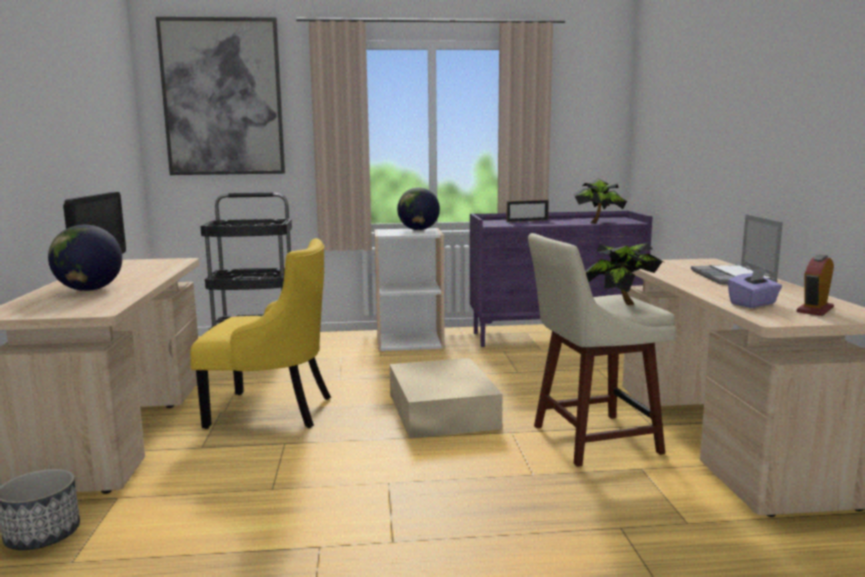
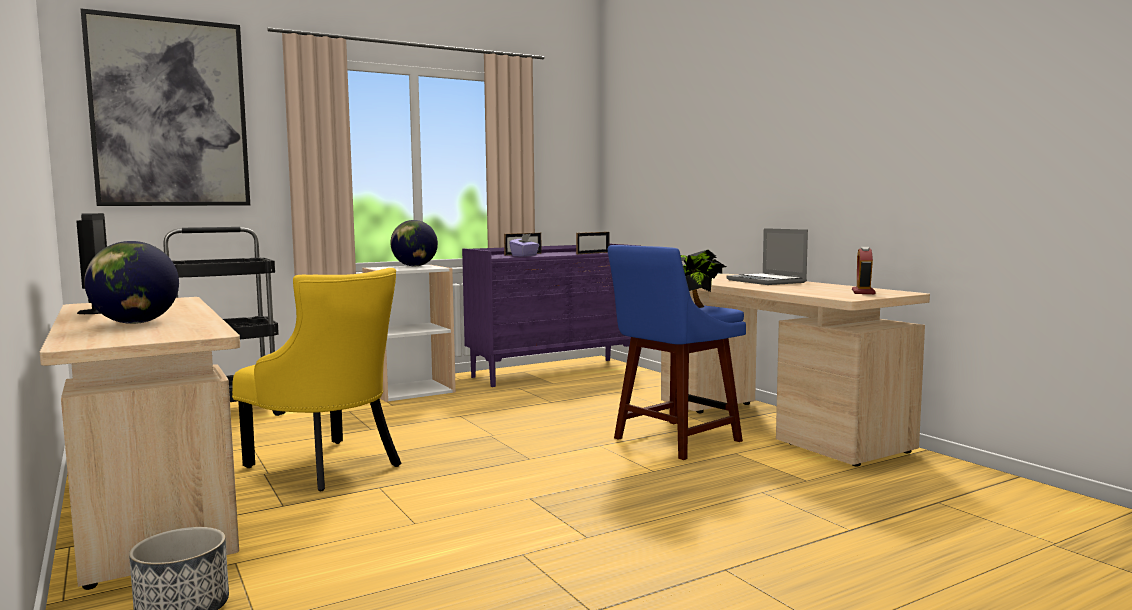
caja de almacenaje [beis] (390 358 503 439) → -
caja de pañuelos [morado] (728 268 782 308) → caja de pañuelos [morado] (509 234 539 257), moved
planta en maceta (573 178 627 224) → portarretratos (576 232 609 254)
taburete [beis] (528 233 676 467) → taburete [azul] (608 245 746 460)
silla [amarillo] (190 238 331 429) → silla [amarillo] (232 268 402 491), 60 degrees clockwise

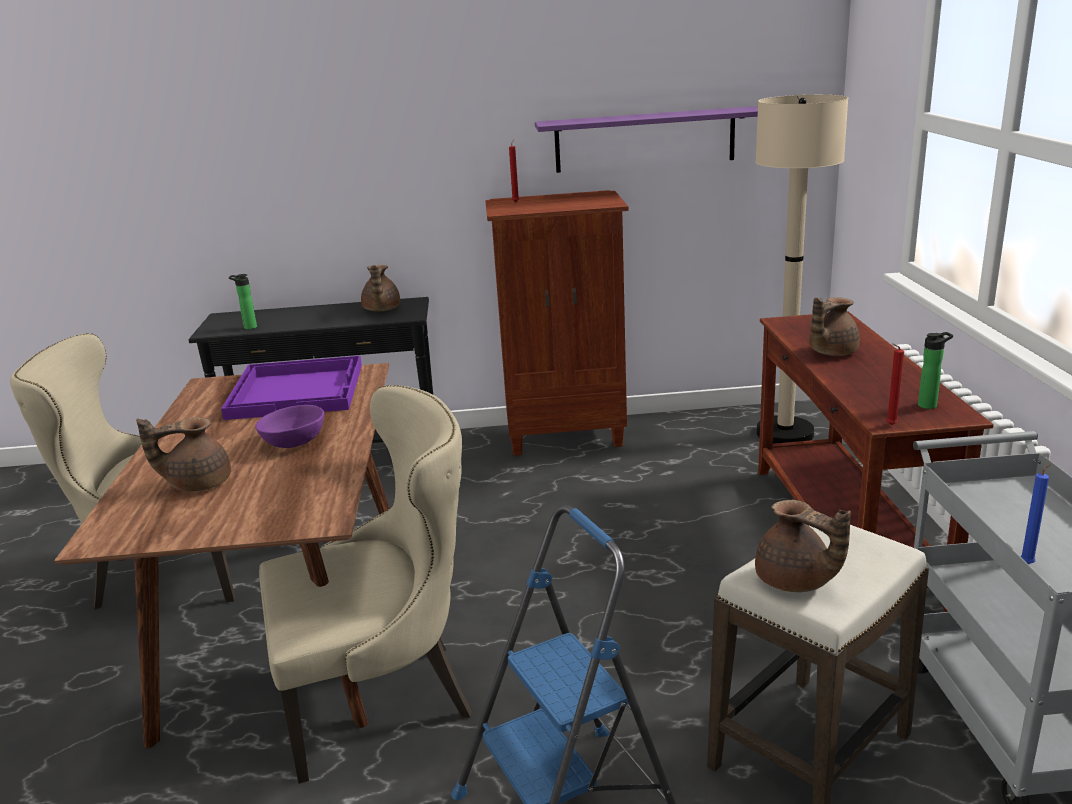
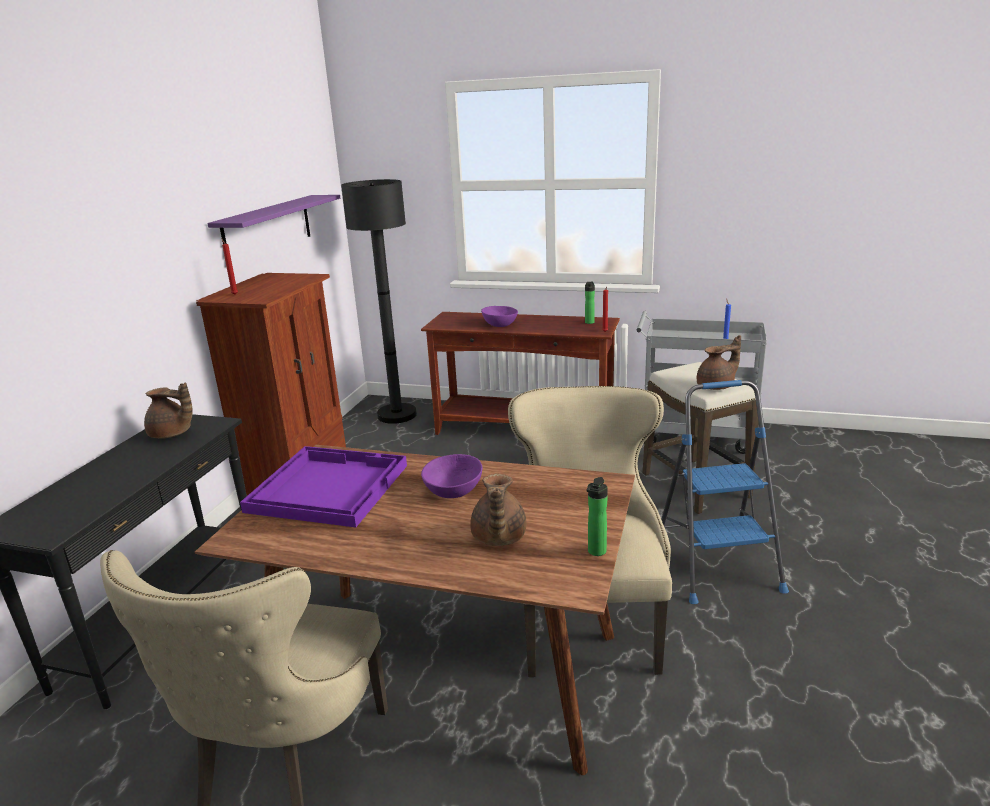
botella (229 274 257 329) → botella (587 477 608 556), moved
tetera [marrón] (809 297 860 356) → cuenco [morado] (481 306 518 327)
lámpara de pie [beis] (756 95 848 444) → lámpara de pie [negro] (341 179 417 424)

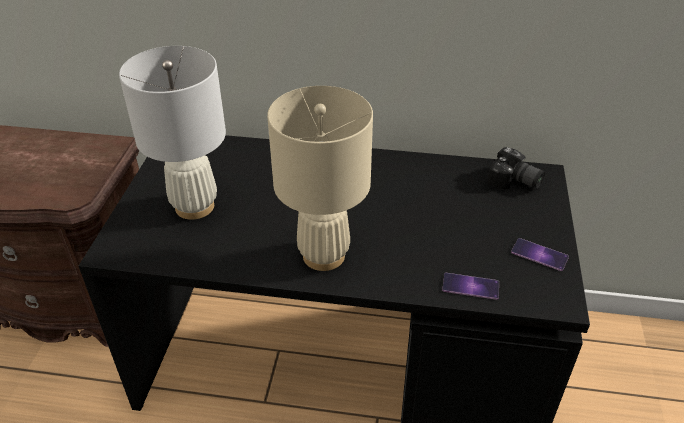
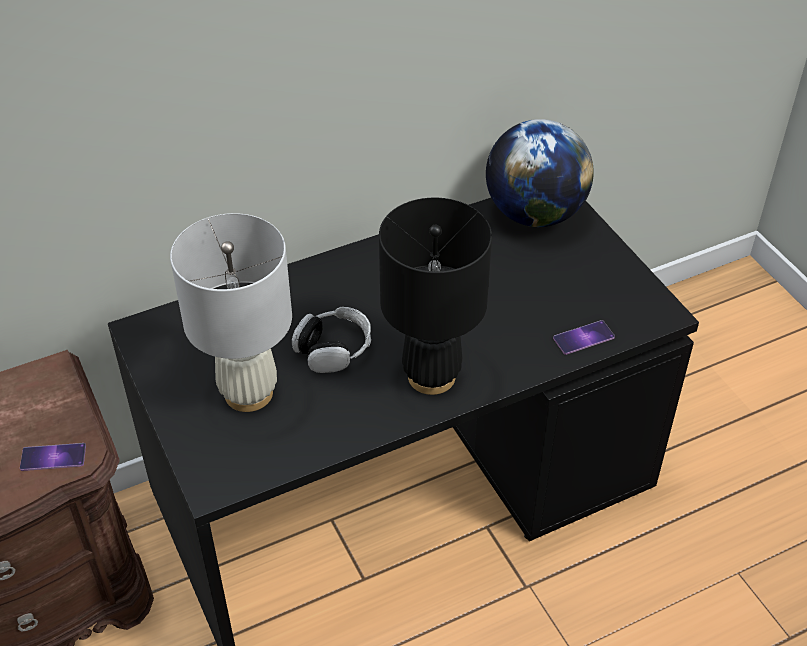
- → auriculares (292 307 371 373)
móvil (511 238 569 271) → móvil (20 443 86 471), moved
cámara (487 147 545 190) → globo terráqueo (486 119 594 227)
lámpara de mesa [beis] (267 86 373 271) → lámpara de mesa [negro] (379 198 492 395)

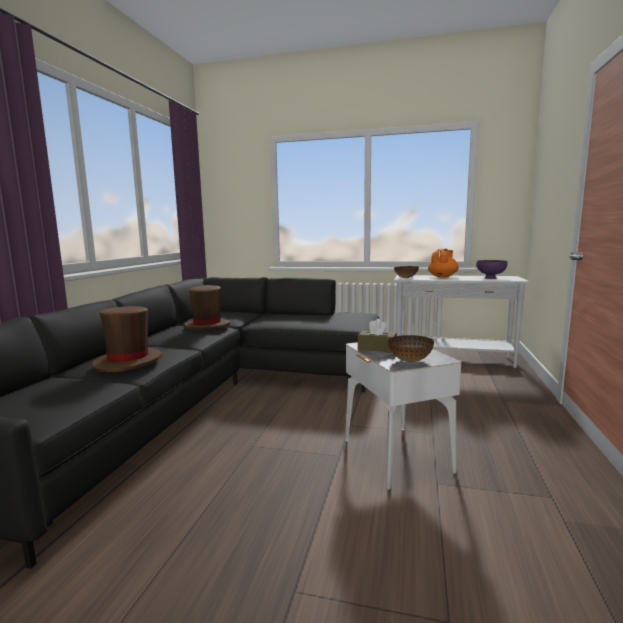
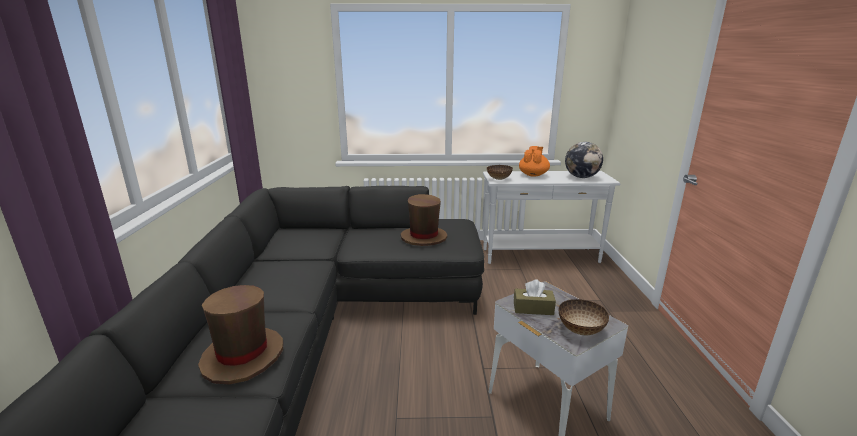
sombrero [marrón] (184 285 230 330) → sombrero [marrón] (401 194 447 246), moved
cuenco [morado] (476 260 507 279) → globo terráqueo (565 142 603 178)

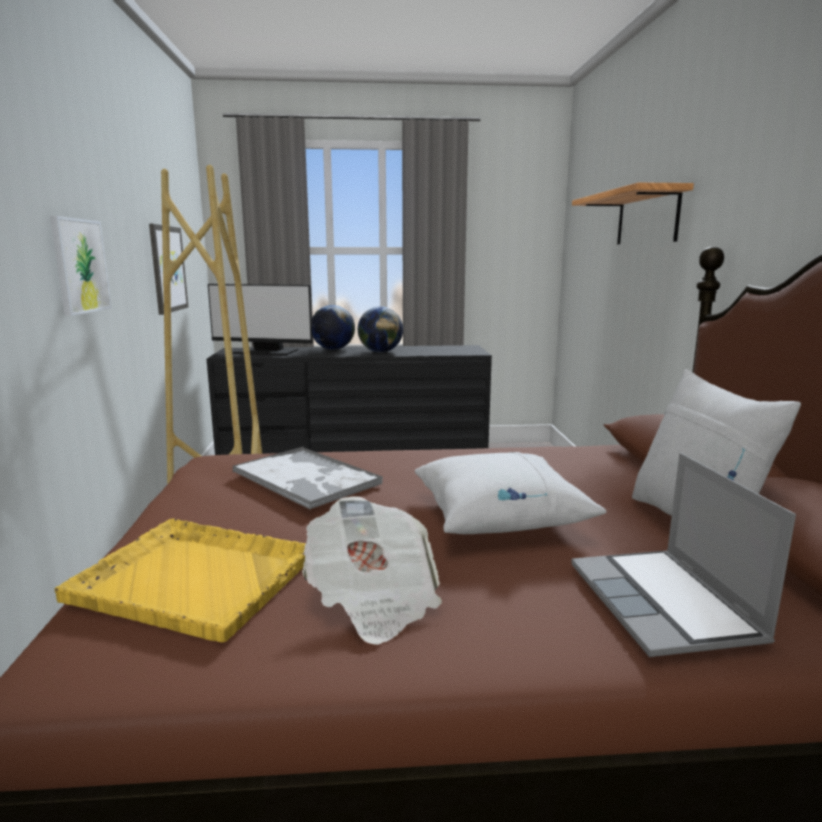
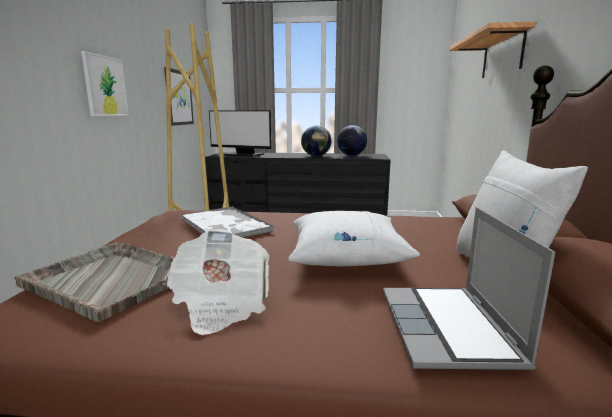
globo terráqueo (312 305 355 350) → globo terráqueo (337 125 367 156), moved
bandeja [amarillo] (54 519 306 642) → bandeja [gris] (15 242 175 322)

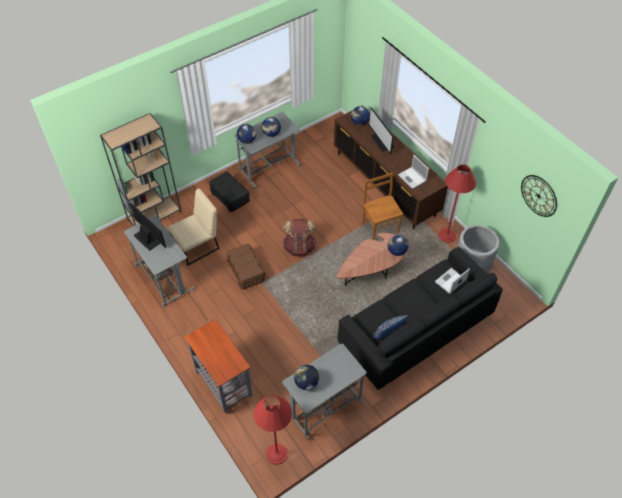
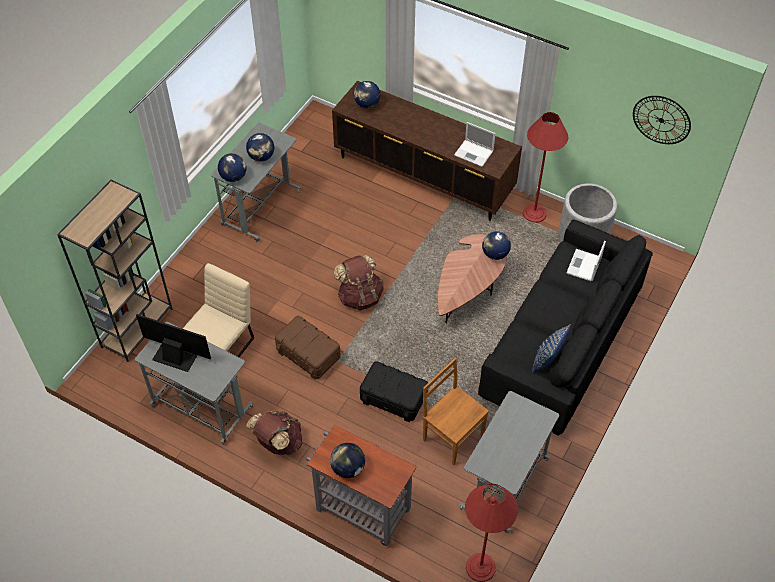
monitor (369 107 394 154) → -
- → mochila [marrón] (246 411 302 455)
caja de almacenaje [negro] (209 171 250 213) → caja de almacenaje [negro] (360 361 428 422), moved
globo terráqueo (294 365 319 390) → globo terráqueo (330 443 365 478), moved
silla [marrón] (362 173 403 240) → silla [marrón] (423 358 489 465), moved

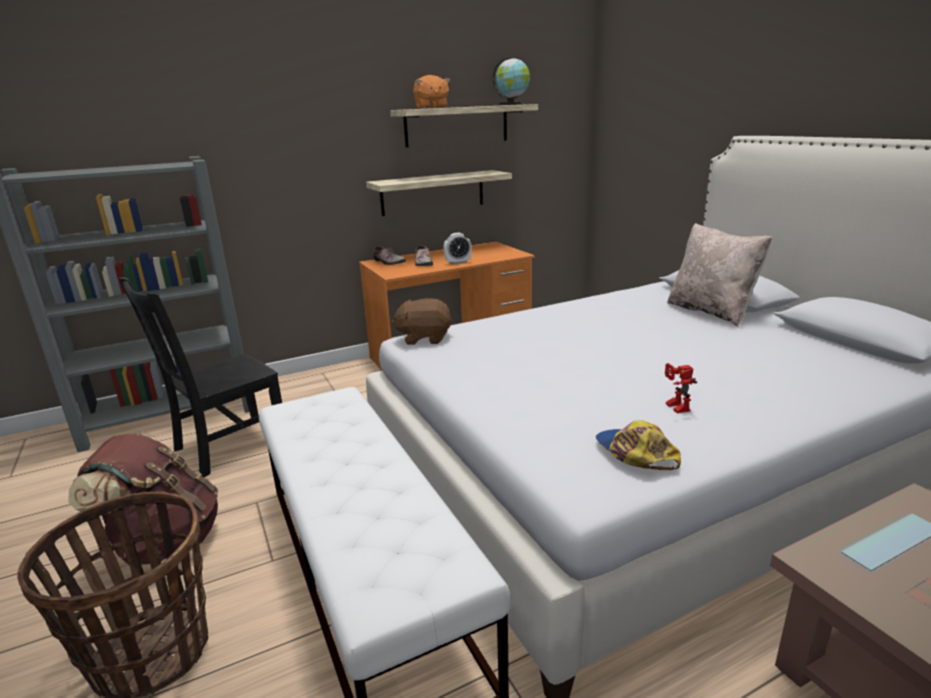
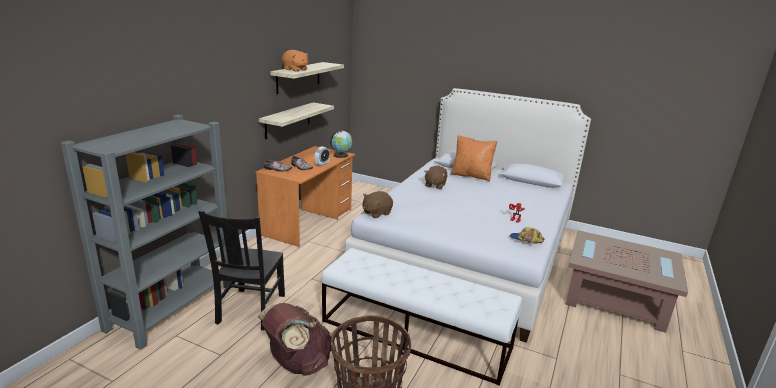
- → peluche [marrón] (424 166 448 189)
globo terráqueo (493 57 530 105) → globo terráqueo (330 130 352 158), moved
cojín [beis] (667 223 772 326) → cojín [naranja] (450 135 498 182)

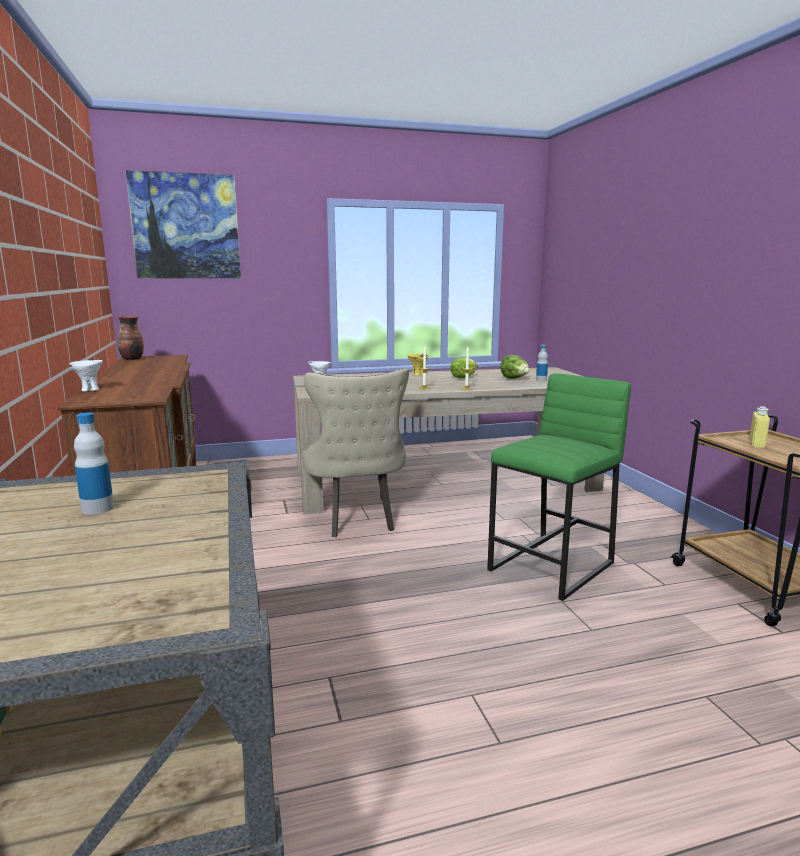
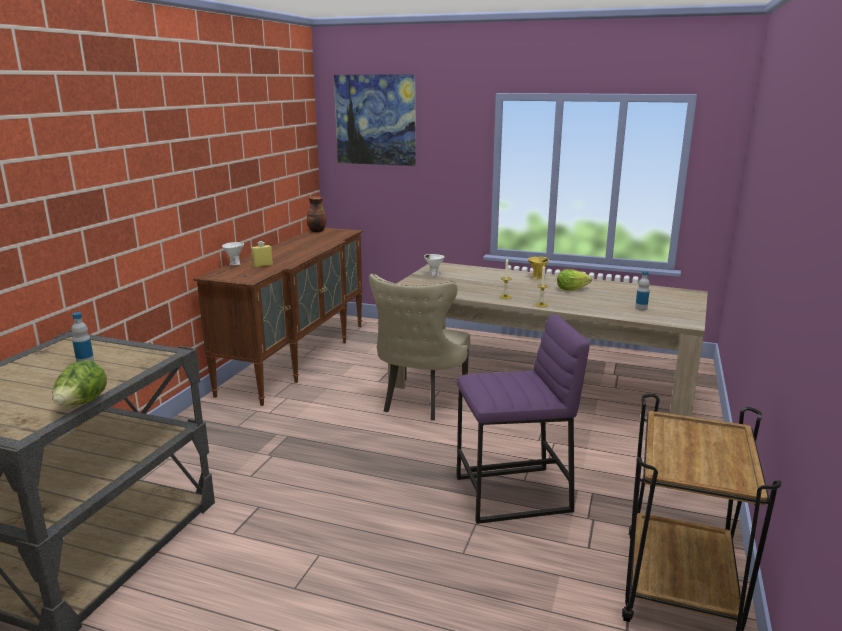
lechuga (500 355 530 379) → lechuga (52 360 107 405), moved
botella [amarillo] (749 406 770 448) → botella [amarillo] (251 241 273 268), moved
taburete [verde] (487 373 631 601) → taburete [morado] (457 314 590 524)

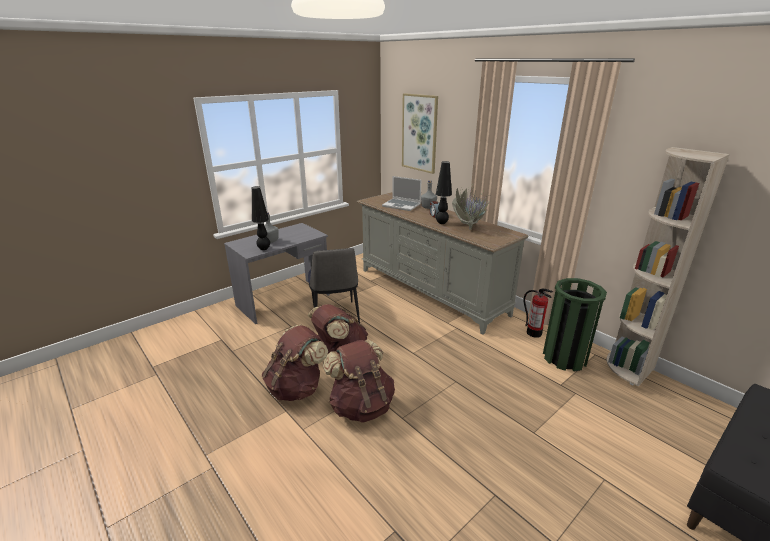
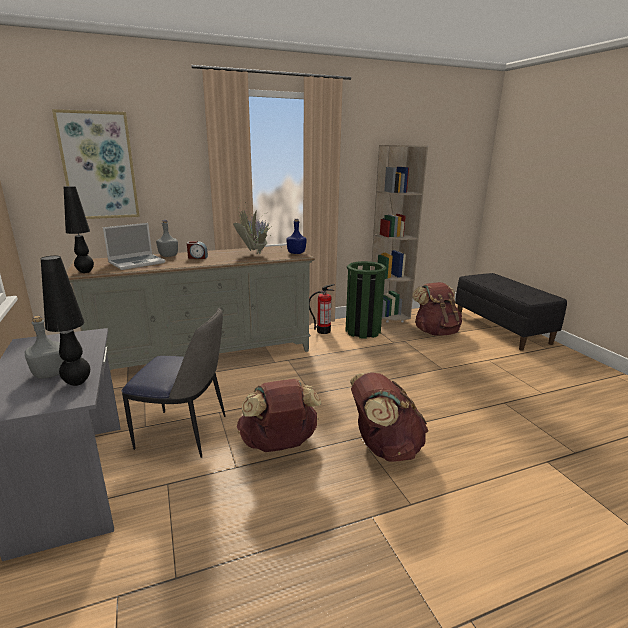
- → botella [azul] (286 219 307 254)
mochila [marrón] (262 324 328 401) → mochila [marrón] (412 282 462 336), moved
lámpara de mesa [negro] (436 161 452 224) → lámpara de mesa [negro] (64 186 94 273), moved

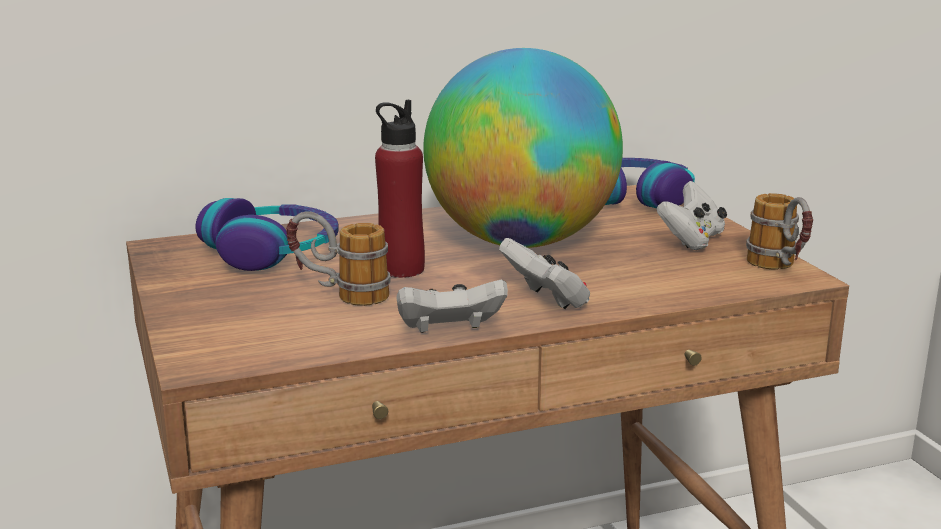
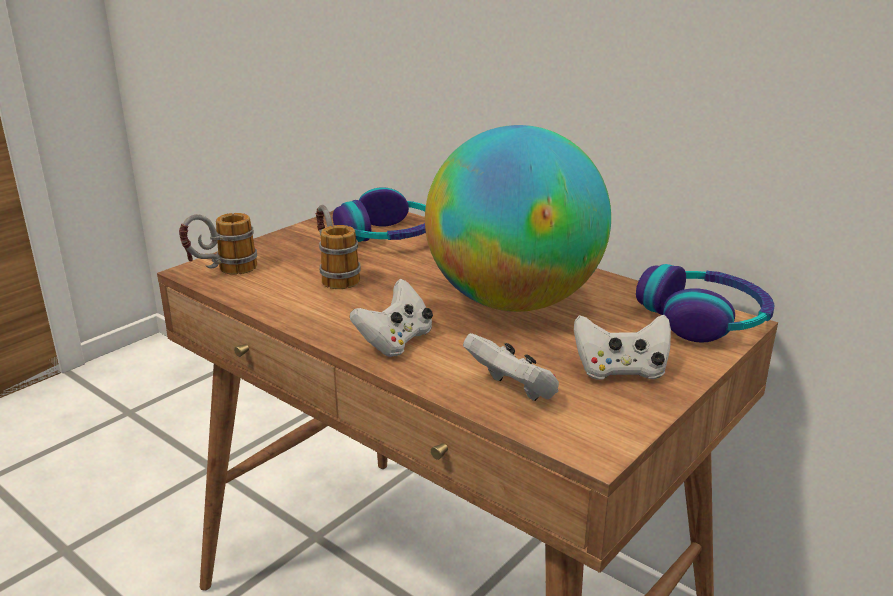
botella [rojo] (375 100 425 278) → -
mando de consola [blanco] (397 279 508 333) → mando de consola [blanco] (463 333 559 401), moved
taza grande (746 193 813 270) → taza grande (179 213 257 275), moved

